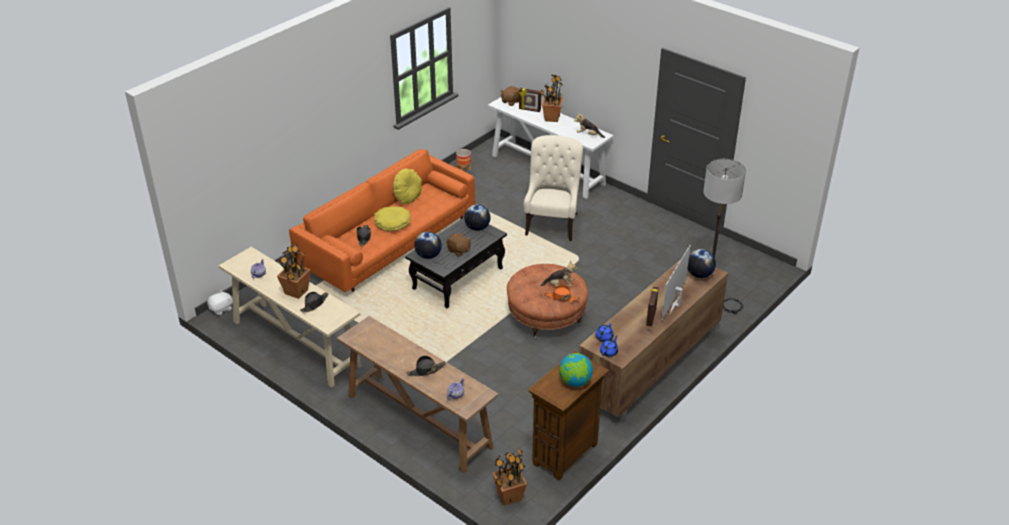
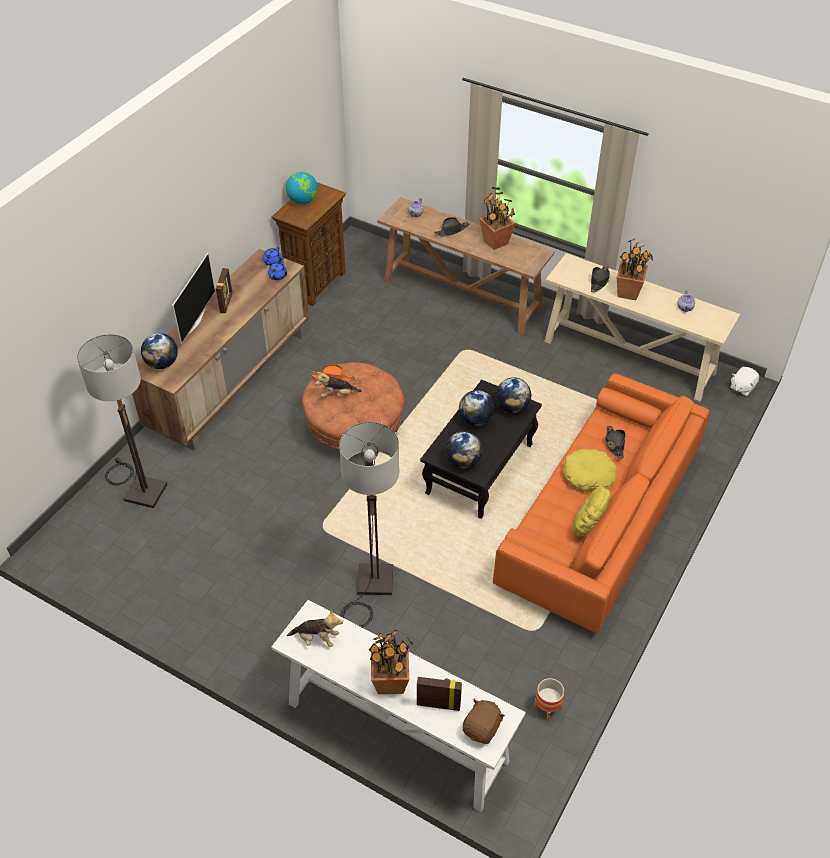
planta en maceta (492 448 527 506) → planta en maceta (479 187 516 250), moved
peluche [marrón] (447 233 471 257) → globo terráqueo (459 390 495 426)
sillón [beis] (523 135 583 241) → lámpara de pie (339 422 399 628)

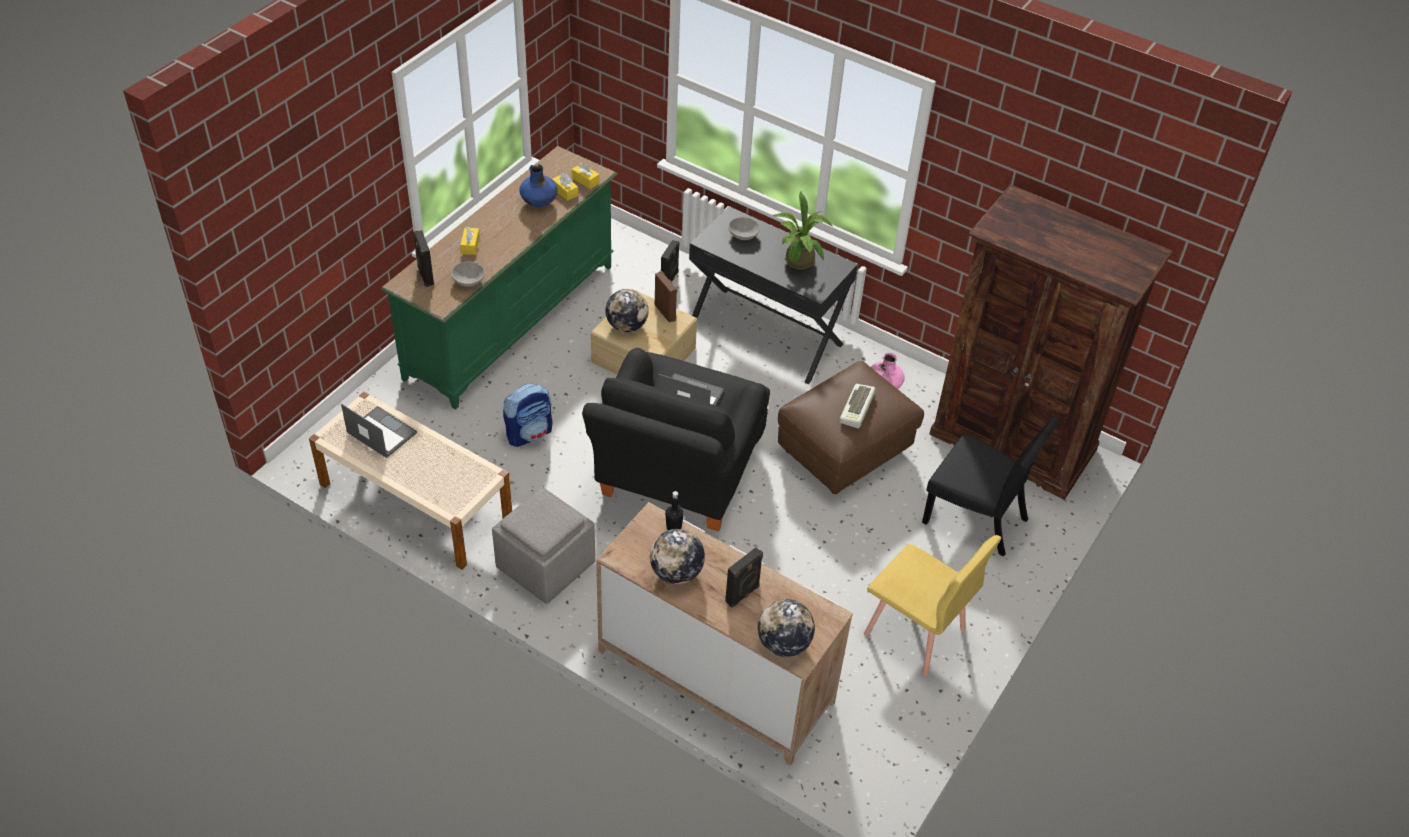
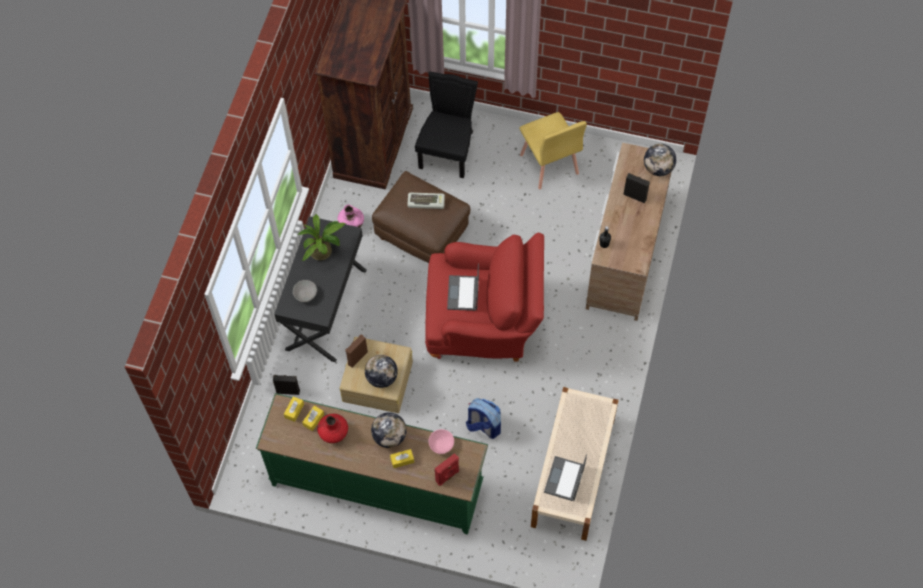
puf [gris] (492 487 595 604) → -
globo terráqueo (650 529 705 584) → globo terráqueo (371 412 407 448), moved
altavoz [negro] (413 230 434 287) → altavoz [rojo] (435 453 459 486)
cuenco [gris] (451 261 485 287) → cuenco [rosa] (428 429 454 454)
florero [azul] (519 164 557 207) → florero [rojo] (317 414 348 443)
sillón [negro] (582 348 770 532) → sillón [rojo] (425 233 544 362)
silla [amarillo] (864 535 1001 676) → silla [amarillo] (520 112 587 189), 135 degrees clockwise

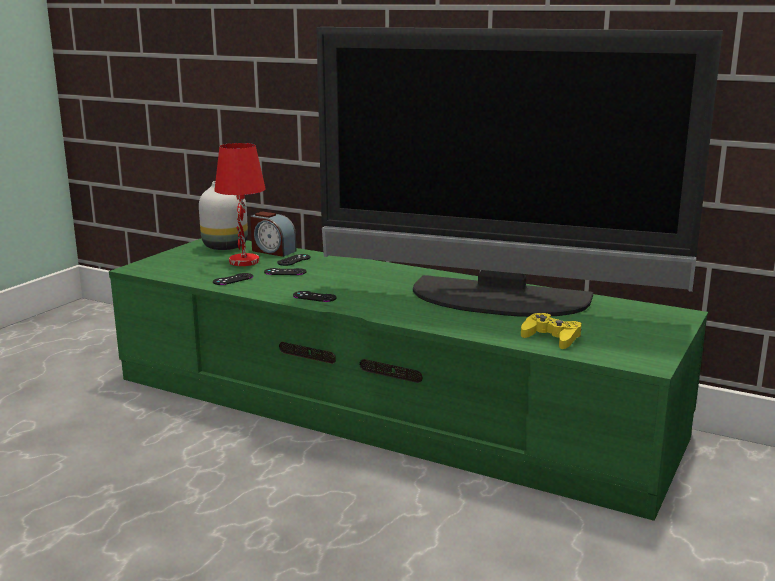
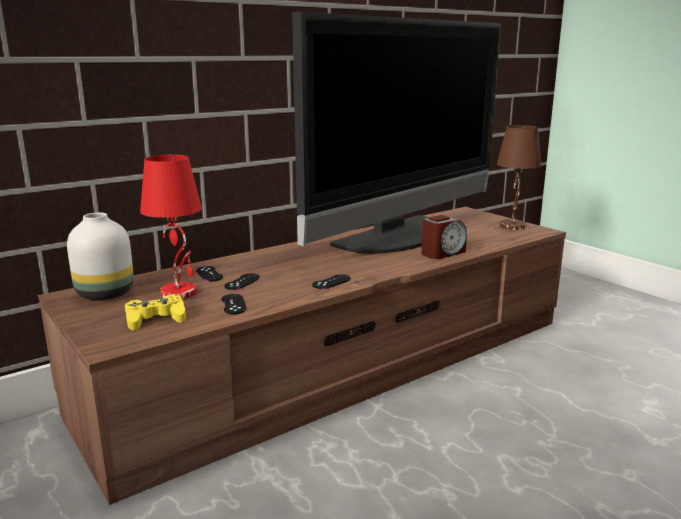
- → lámpara de mesa [marrón] (497 125 541 230)
despertador (250 211 296 257) → despertador (422 215 467 259), moved
mando de consola [amarillo] (521 313 582 349) → mando de consola [amarillo] (125 294 186 331), moved
mueble de televisión [verde] (109 238 708 521) → mueble de televisión [marrón] (38 207 566 505)

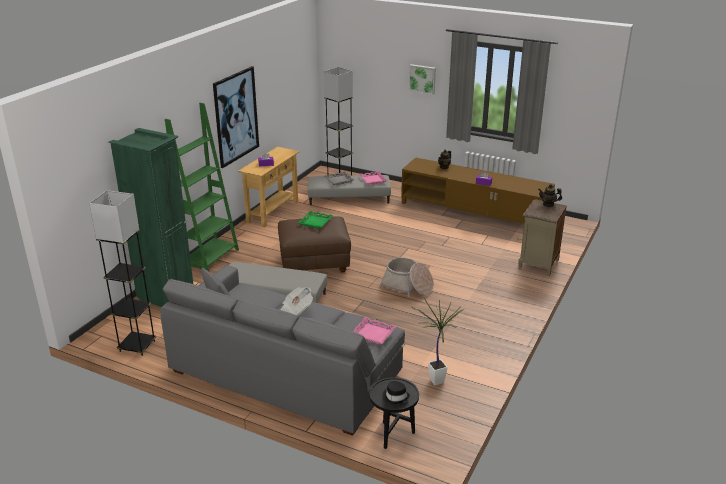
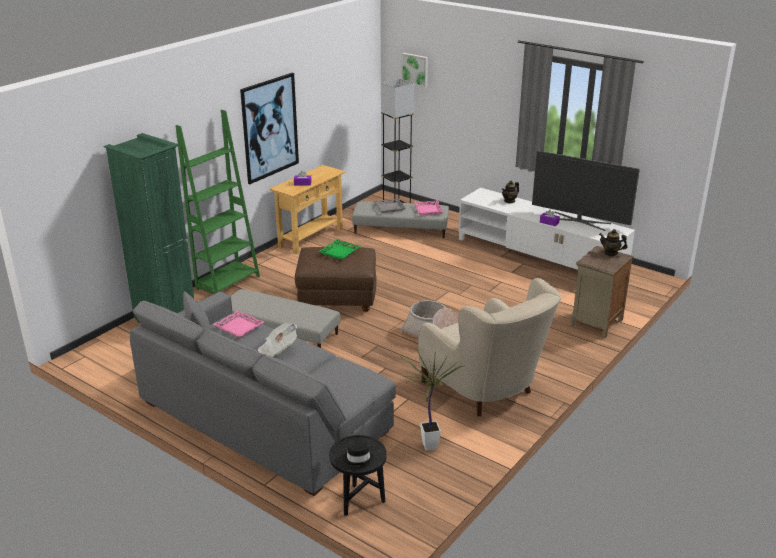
lámpara de pie [gris] (89 190 157 356) → -
- → sillón [beis] (418 278 561 416)
- → televisor (532 150 640 231)
bandeja [rosa] (353 317 397 345) → bandeja [rosa] (213 310 264 338), moved
cuadro (409 64 436 95) → cuadro (401 53 428 88), moved
mueble de televisión [marrón] (401 158 555 224) → mueble de televisión [blanco] (459 188 635 270)

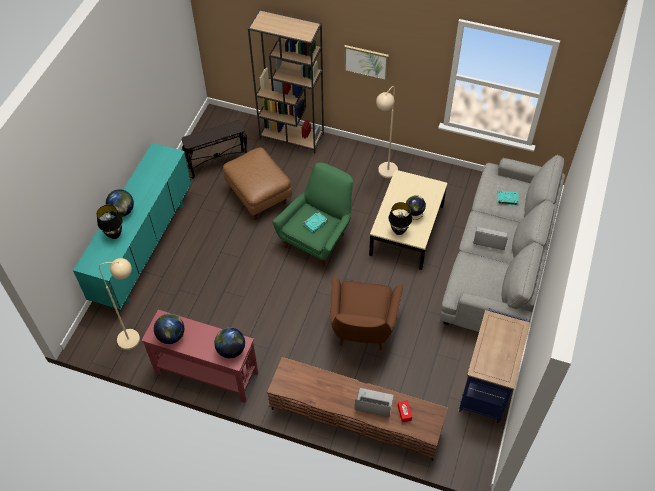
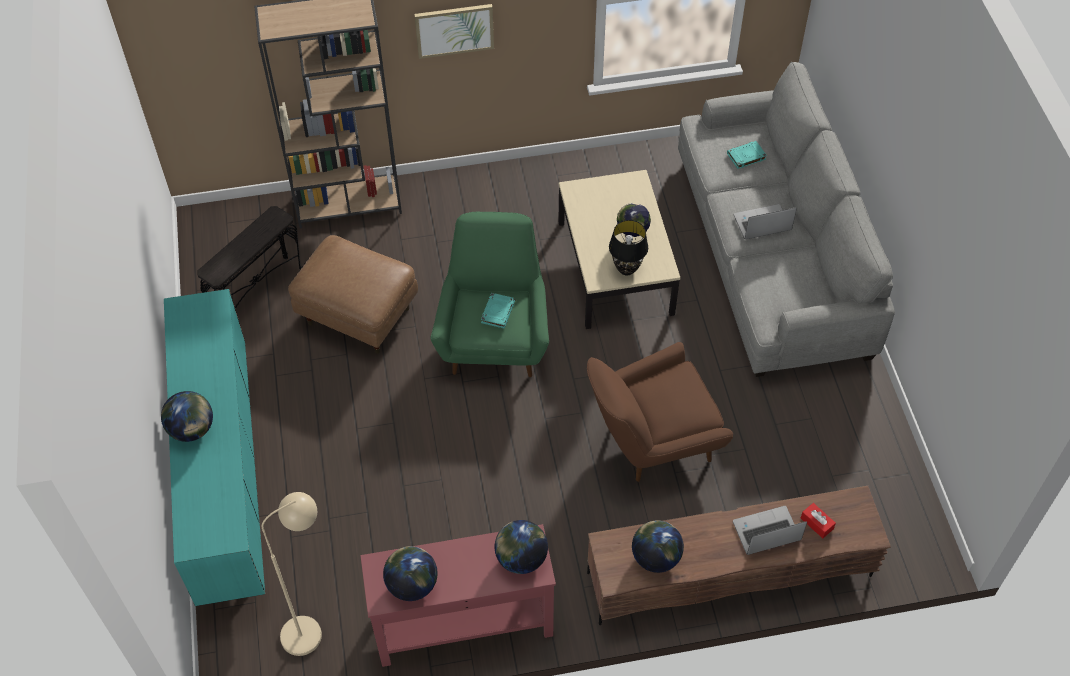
lámpara de mesa [negro] (97 205 123 239) → -
lámpara de pie [beis] (376 86 398 178) → -
carrito [azul] (459 308 530 423) → -
- → globo terráqueo (632 520 684 573)
sillón [marrón] (330 277 403 351) → sillón [marrón] (587 342 733 482), 90 degrees clockwise

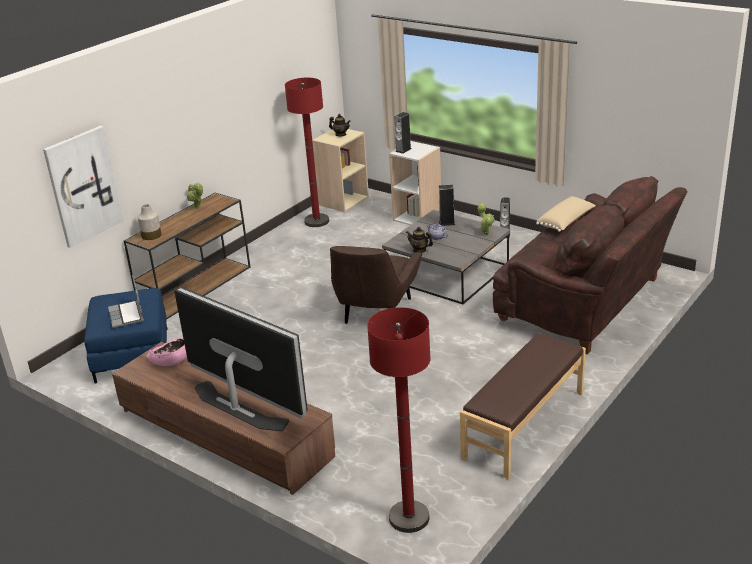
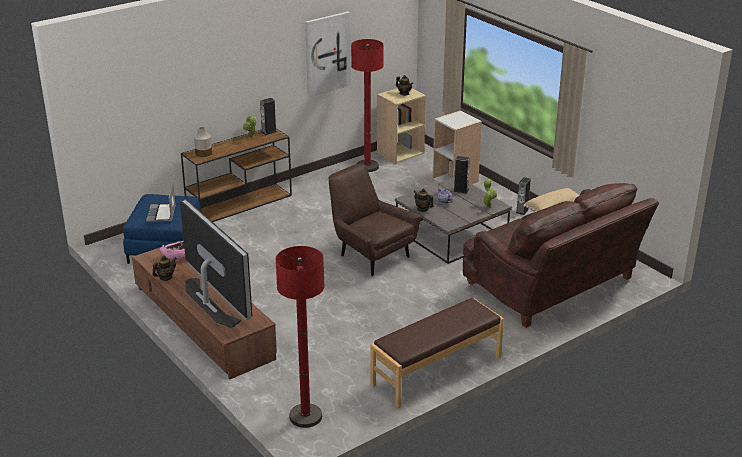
- → tetera (152 256 177 281)
cuadro (43 126 123 248) → cuadro (305 11 351 97), moved
altavoz (394 112 412 154) → altavoz (260 98 277 135), moved
sillón [marrón] (330 246 422 324) → sillón [marrón] (328 164 421 276), 105 degrees clockwise

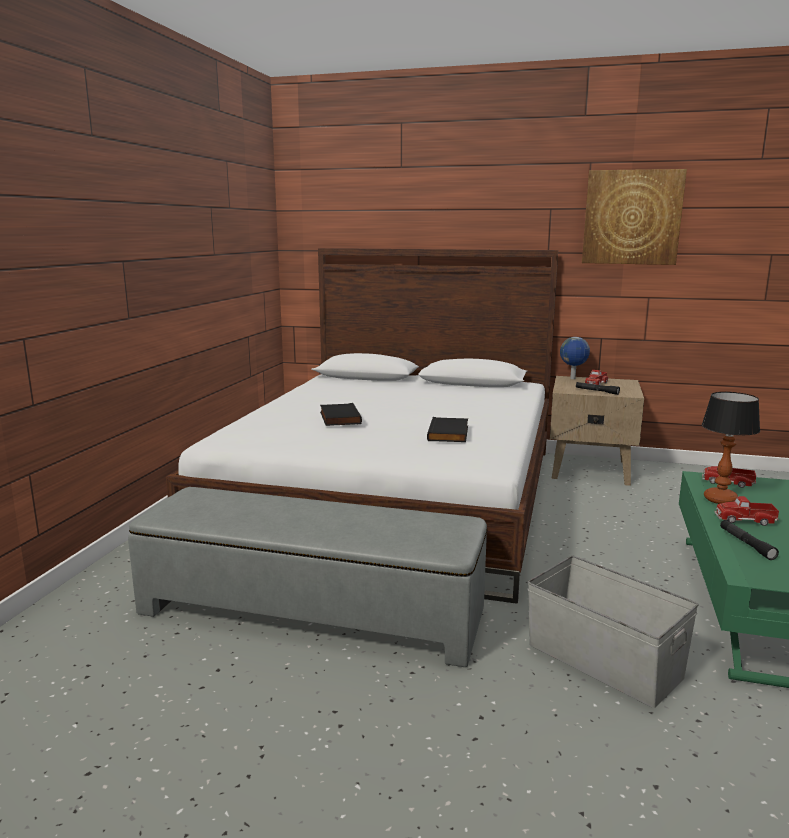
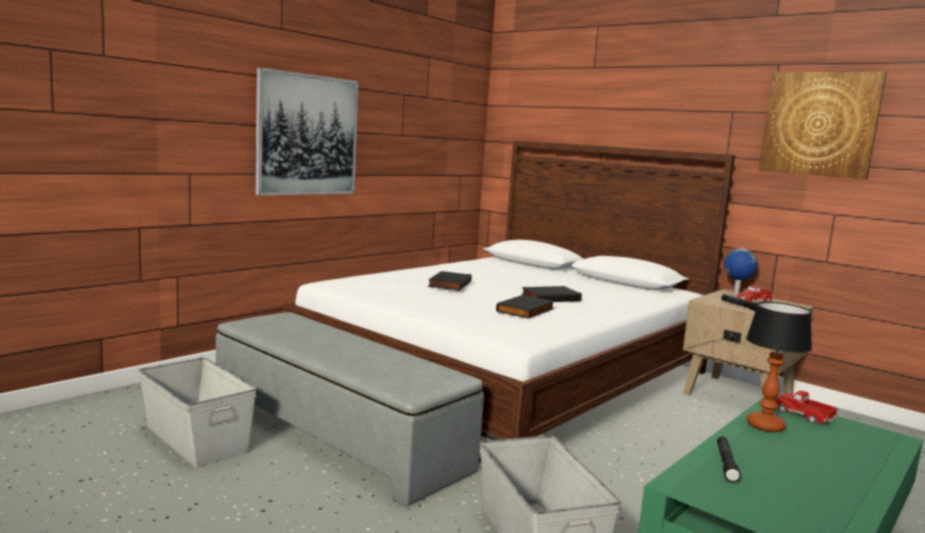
camión de juguete (714 496 779 526) → -
- → caja de almacenaje [gris] (138 357 257 468)
- → cuadro (255 67 359 196)
- → libro [negro] (521 286 582 302)

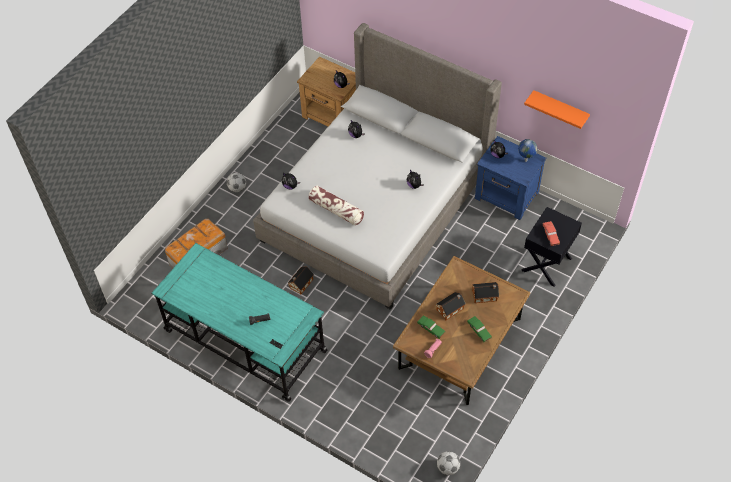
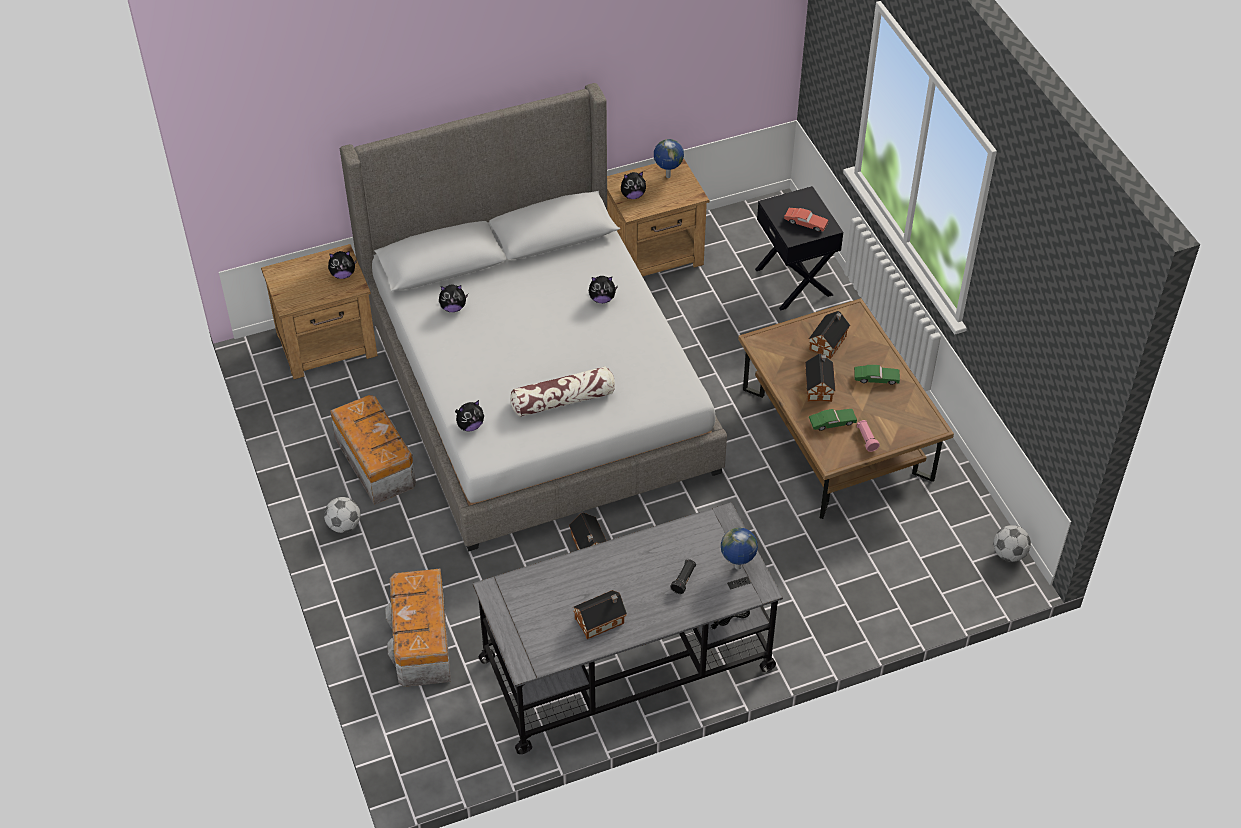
estante [naranja] (524 90 590 129) → -
- → caja de almacenaje (330 395 416 505)
- → casita (573 590 627 639)
- → globo terráqueo (721 527 758 569)
escritorio [turquesa] (151 243 327 402) → escritorio [gris] (473 502 783 754)
mesita de noche [azul] (475 136 546 220) → mesita de noche [marrón] (607 158 709 277)

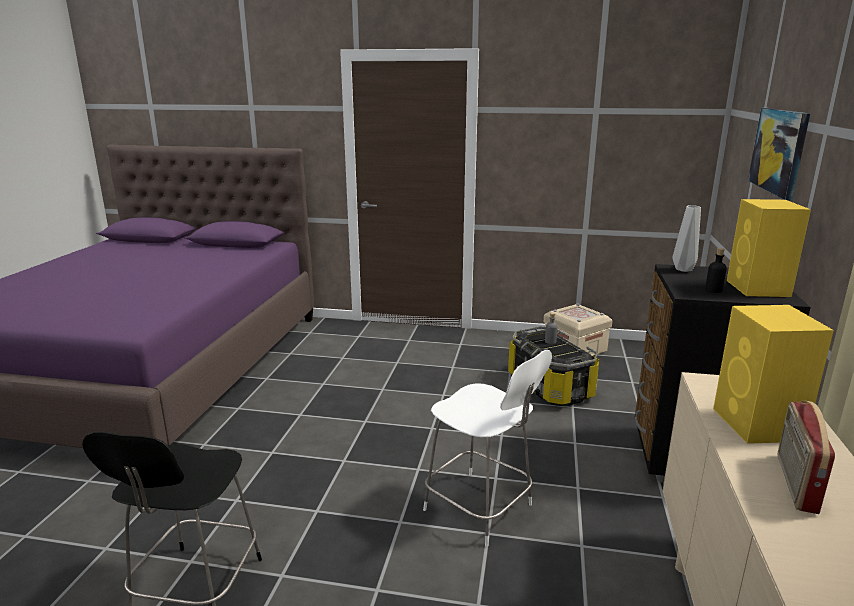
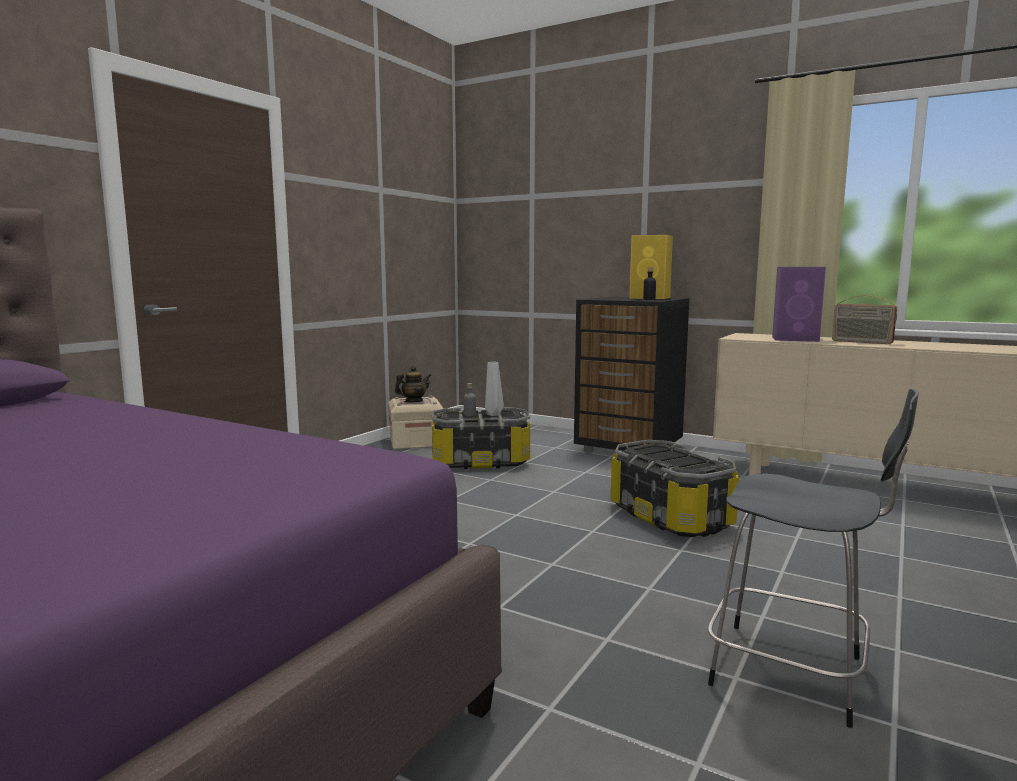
cuadro (748 108 810 201) → -
- → tetera (395 366 431 402)
florero [gris] (672 205 701 272) → florero [gris] (485 362 504 416), moved
silla [blanco] (423 350 552 547) → caja de almacenaje (610 440 739 537)
altavoz [amarillo] (713 305 834 444) → altavoz [morado] (772 267 826 342)

